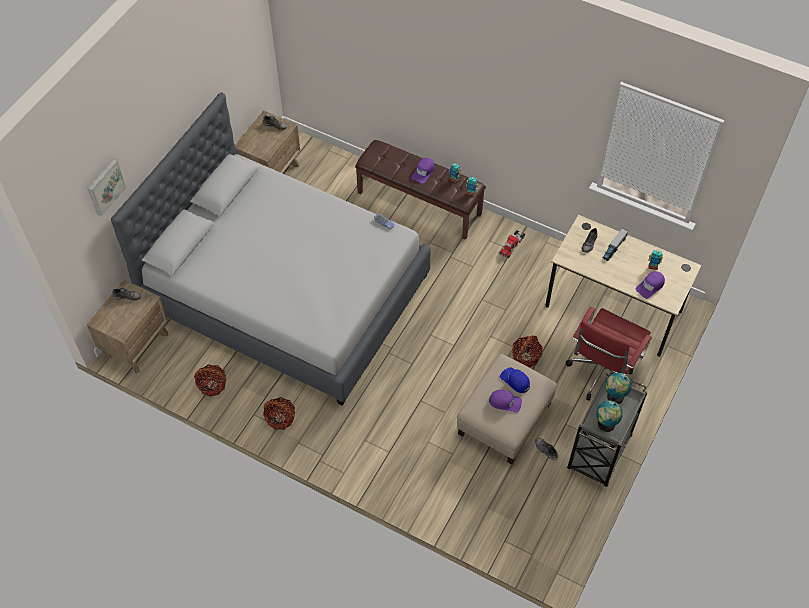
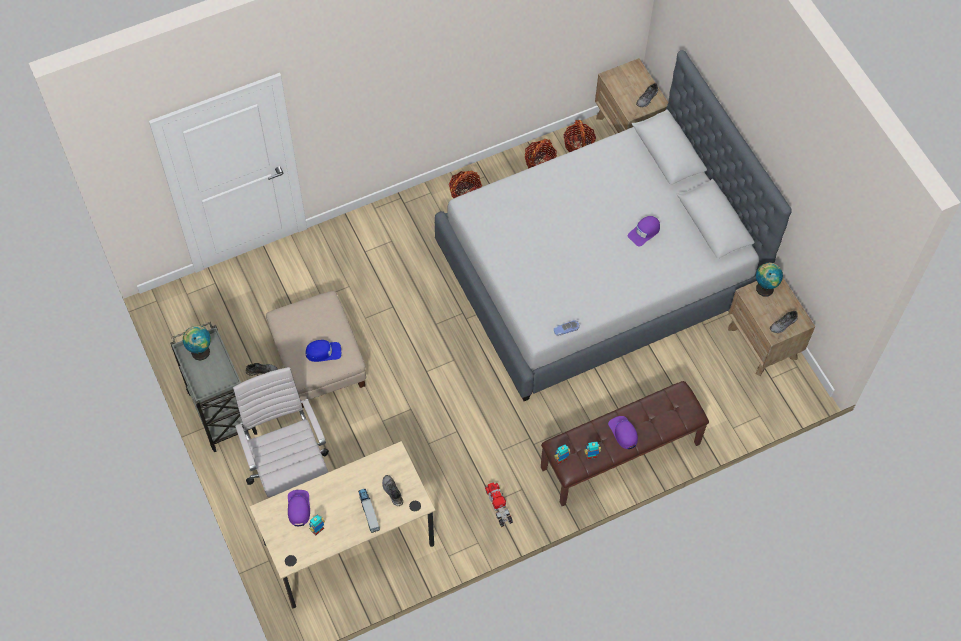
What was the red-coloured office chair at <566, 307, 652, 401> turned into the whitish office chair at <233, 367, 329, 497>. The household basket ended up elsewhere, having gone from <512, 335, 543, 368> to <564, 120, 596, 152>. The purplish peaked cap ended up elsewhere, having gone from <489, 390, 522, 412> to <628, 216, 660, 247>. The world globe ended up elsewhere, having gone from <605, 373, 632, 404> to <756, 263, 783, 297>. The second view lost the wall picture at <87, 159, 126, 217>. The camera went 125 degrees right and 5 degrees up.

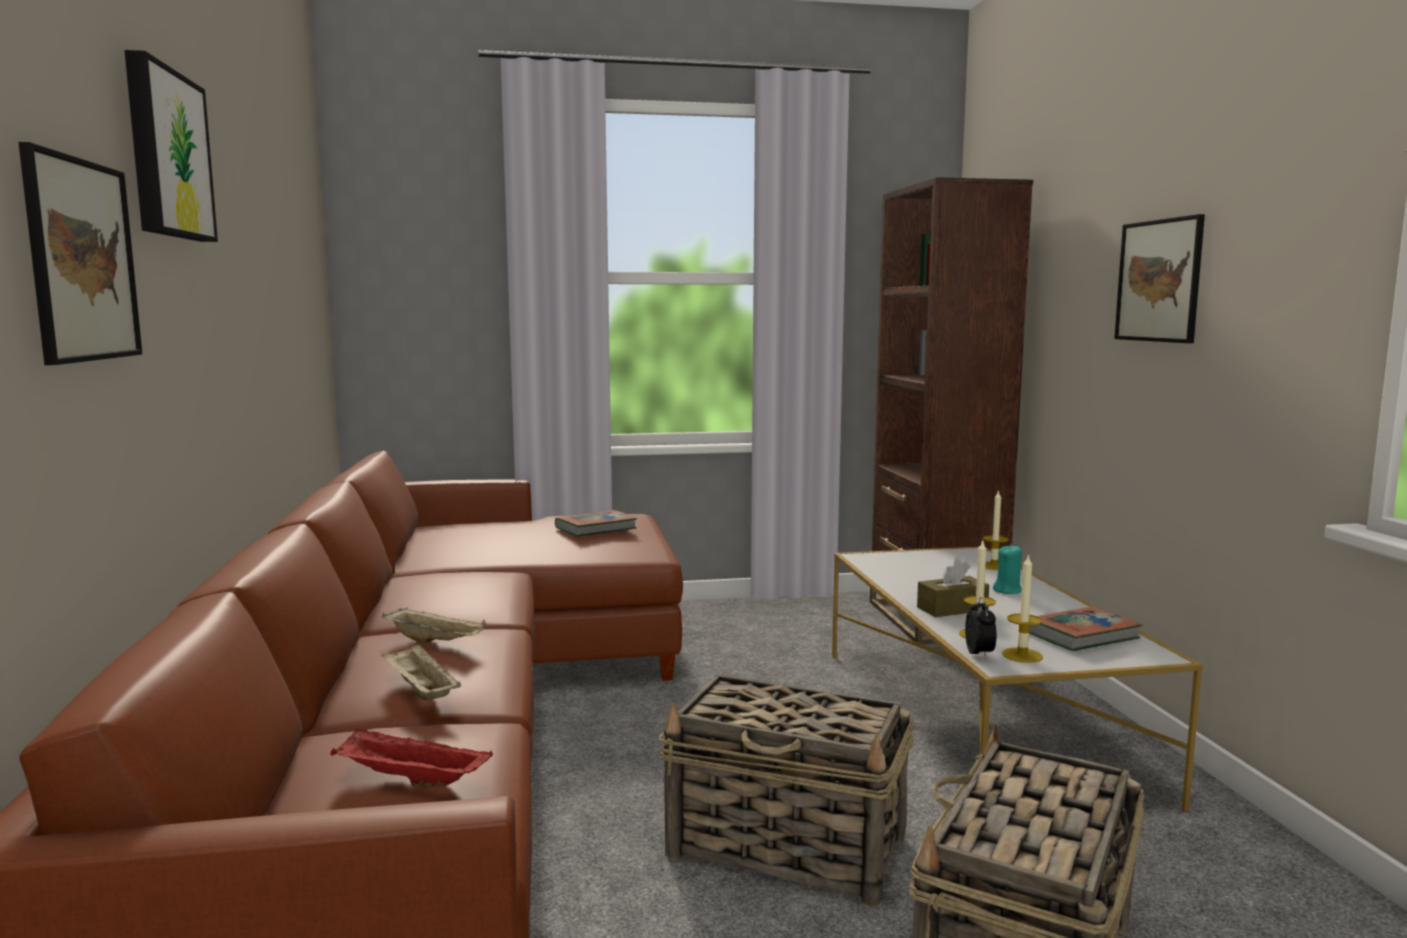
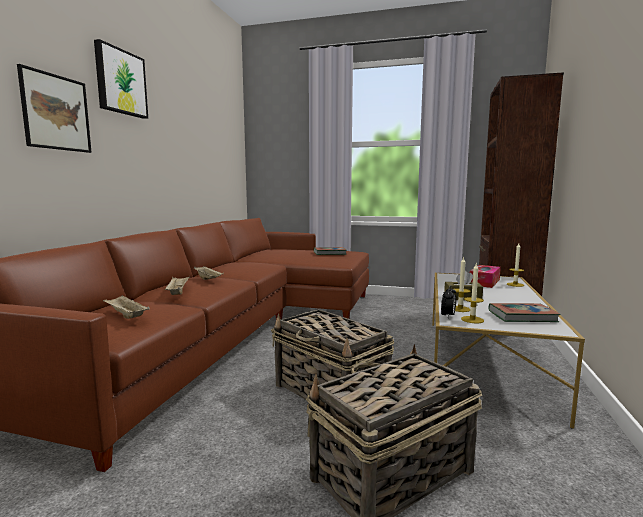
What was the red-coloured carrying tray at <330, 728, 493, 787> turned into the beige carrying tray at <103, 295, 150, 319>. The second view gained the tissue holder at <470, 265, 501, 288>. The second view lost the blue-green candle at <993, 545, 1022, 594>. The second view lost the wall picture at <1114, 214, 1205, 343>. The camera went 25 degrees right and 0 degrees up.

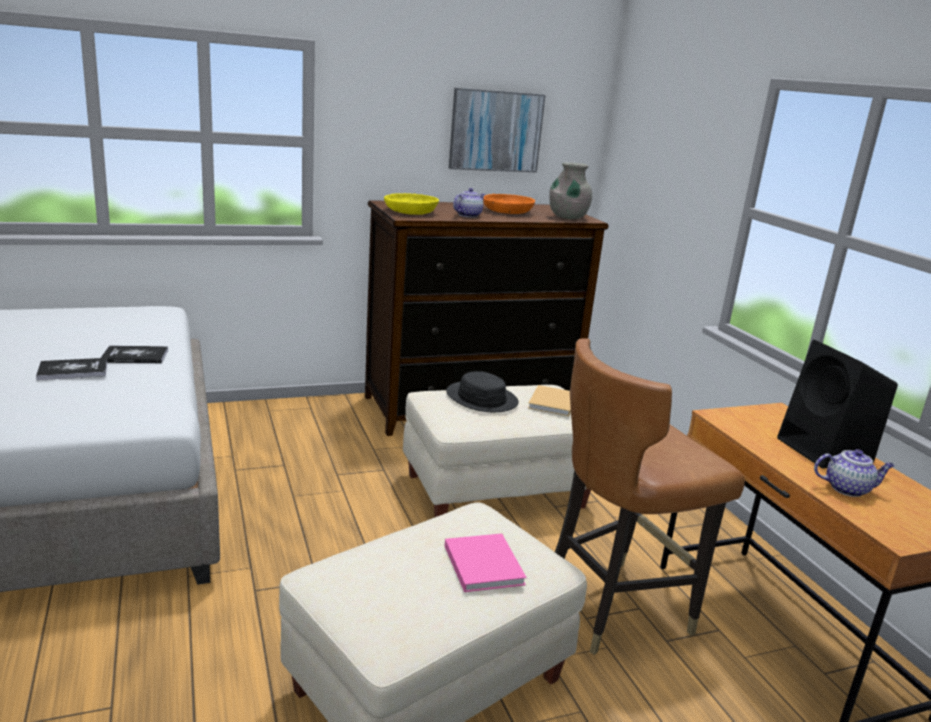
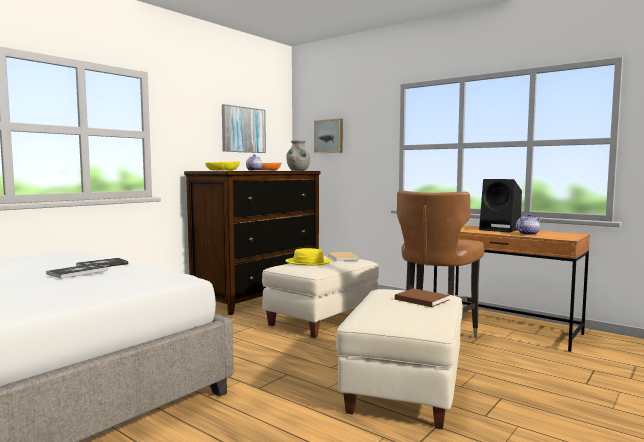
What was the blackish wearable hat at <446, 371, 519, 412> turned into the yellow wearable hat at <285, 248, 332, 266>. The second view gained the wall picture at <314, 119, 343, 153>. What was the pink-coloured volume at <445, 534, 527, 592> turned into the brown-coloured volume at <395, 288, 450, 307>. The camera went 30 degrees left and 15 degrees down.

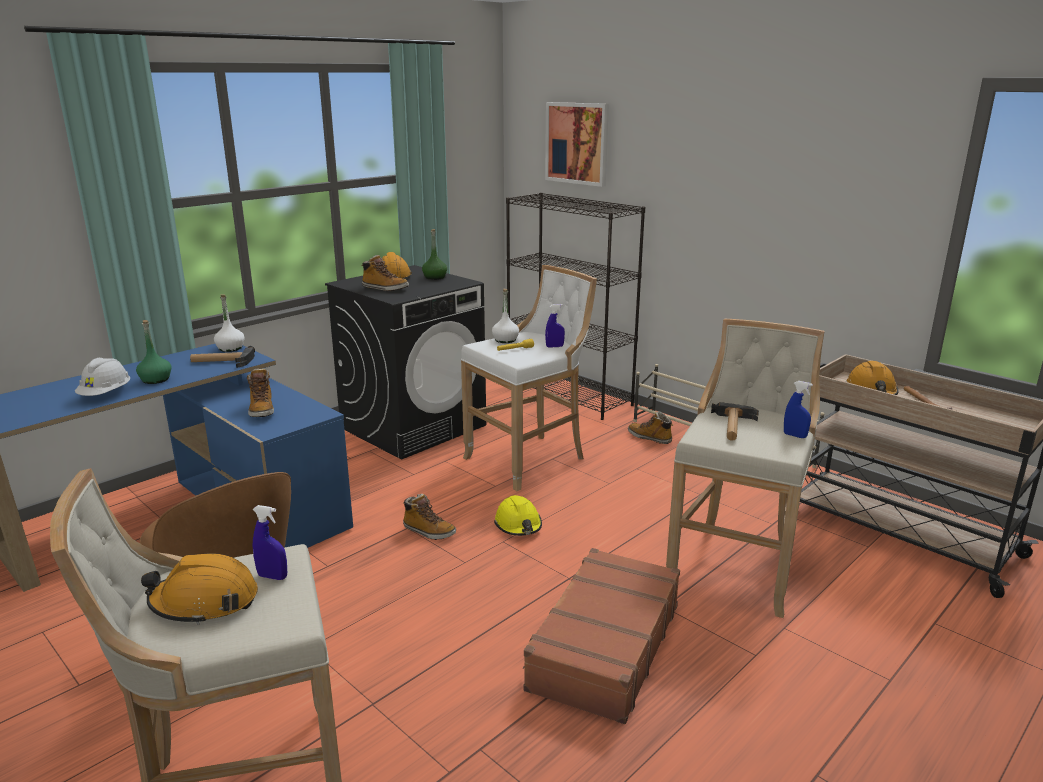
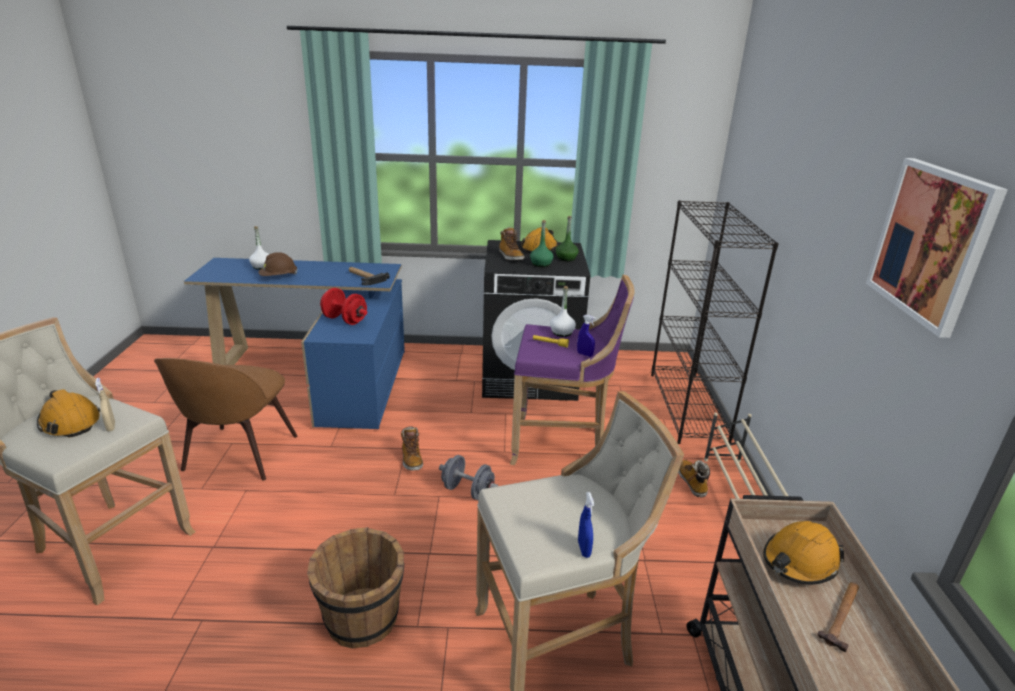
What was the blue sprayer at <253, 505, 287, 580> turned into the beige sprayer at <95, 378, 115, 431>. The whitish bottle ended up elsewhere, having gone from <214, 294, 245, 352> to <249, 226, 269, 270>. What was the whitish work helmet at <75, 358, 130, 396> turned into the brown-coloured work helmet at <258, 252, 297, 276>. Where the brown-coloured travel case stood at <523, 548, 680, 724>, the brown-coloured bucket came to stand at <307, 527, 404, 649>. Where the high-top boot stood at <247, 368, 274, 417>, the red-coloured hand weight came to stand at <320, 288, 367, 325>. Where the yellow work helmet stood at <494, 495, 542, 536>, the greyish hand weight came to stand at <439, 455, 498, 500>. What was the whitish stool at <461, 265, 597, 491> turned into the purplish stool at <510, 275, 635, 465>. The green-coloured bottle ended up elsewhere, having gone from <136, 320, 172, 384> to <530, 220, 554, 267>. The wall picture ended up elsewhere, having gone from <545, 102, 609, 187> to <866, 158, 1008, 338>. The second view lost the hand hammer at <711, 402, 759, 441>. The camera went 45 degrees right and 5 degrees up.

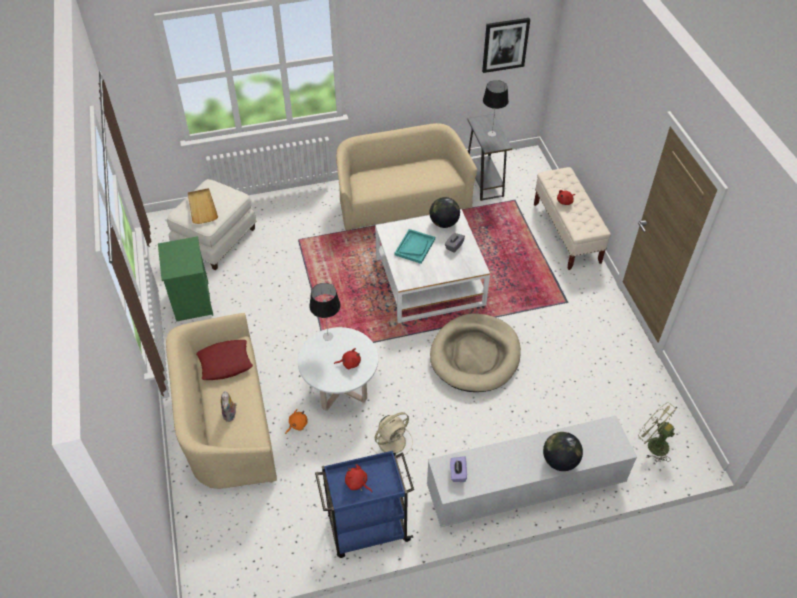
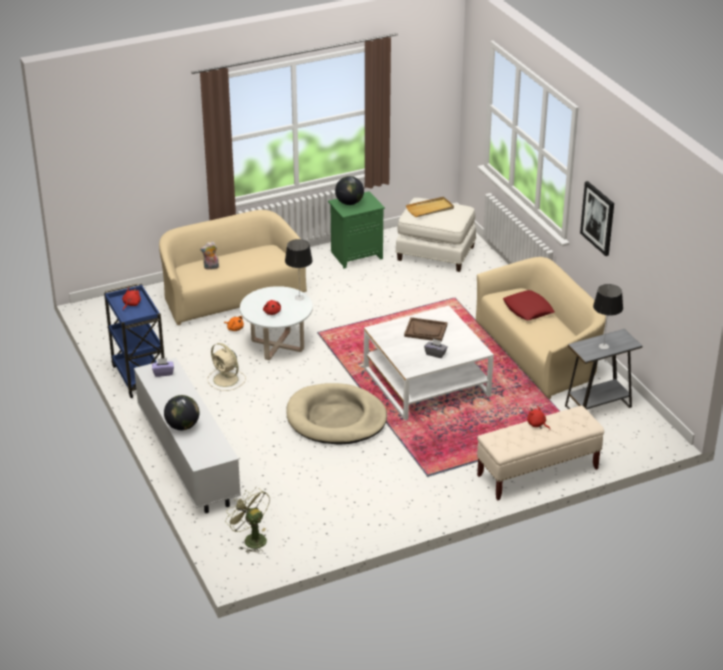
The green-coloured fan at <638, 402, 677, 462> ended up facing another way, 75 degrees counterclockwise from before. The world globe ended up elsewhere, having gone from <430, 197, 460, 228> to <335, 176, 364, 205>. What was the blue-green carrying tray at <395, 229, 435, 264> turned into the brown-coloured carrying tray at <404, 317, 447, 342>. The red-coloured cushion ended up elsewhere, having gone from <196, 340, 253, 380> to <503, 290, 554, 320>. The wall picture ended up elsewhere, having gone from <482, 18, 530, 73> to <580, 181, 614, 256>. The camera went 80 degrees right and 15 degrees down.

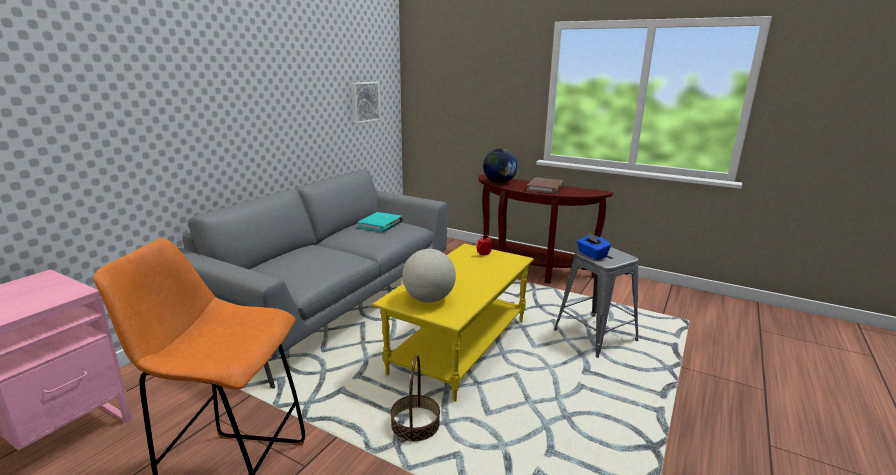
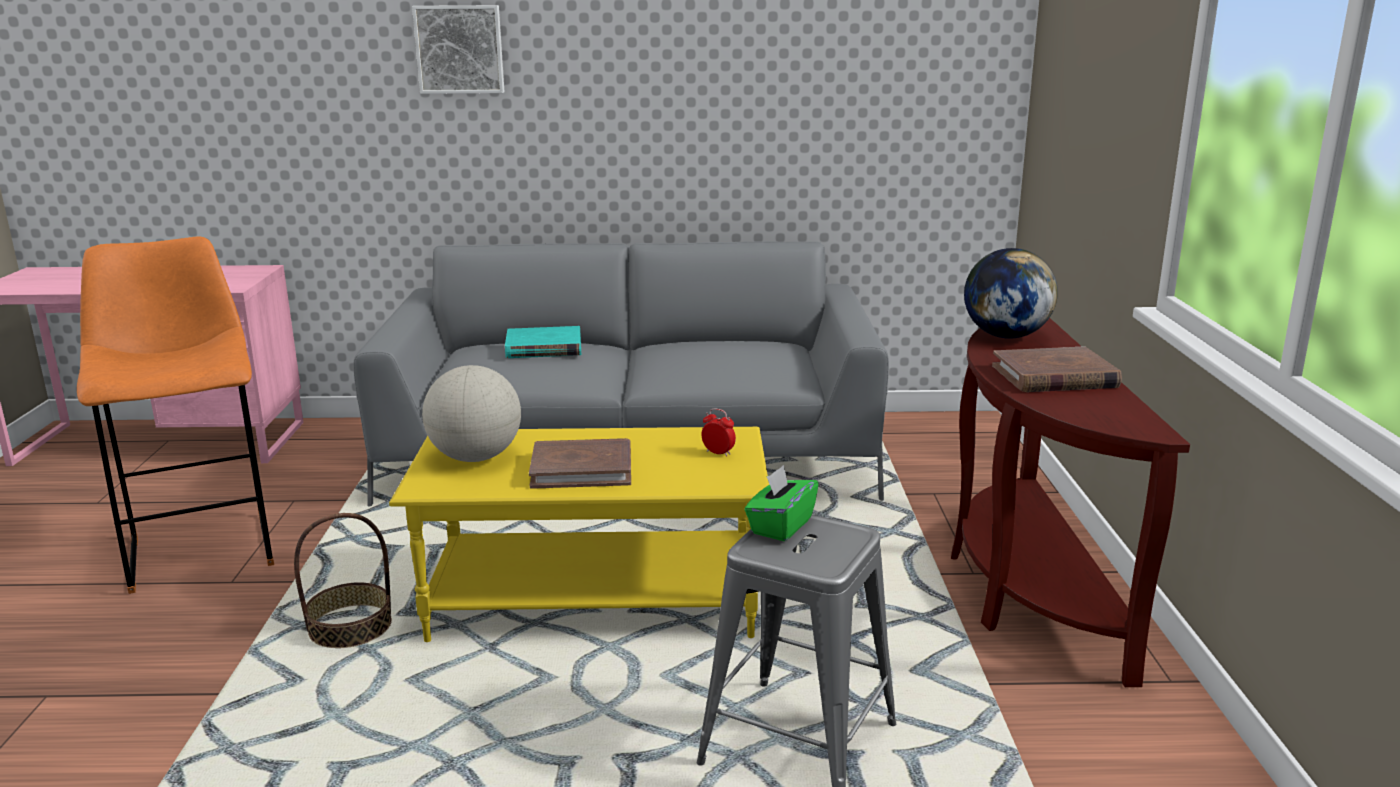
The wall picture ended up elsewhere, having gone from <351, 82, 380, 124> to <412, 5, 505, 94>. The blue-green volume ended up elsewhere, having gone from <358, 212, 403, 232> to <505, 326, 581, 358>. The second view gained the brown-coloured volume at <529, 438, 631, 489>. What was the blue tissue holder at <577, 232, 611, 260> turned into the green-coloured tissue holder at <744, 465, 819, 541>. The camera went 60 degrees right and 0 degrees up.

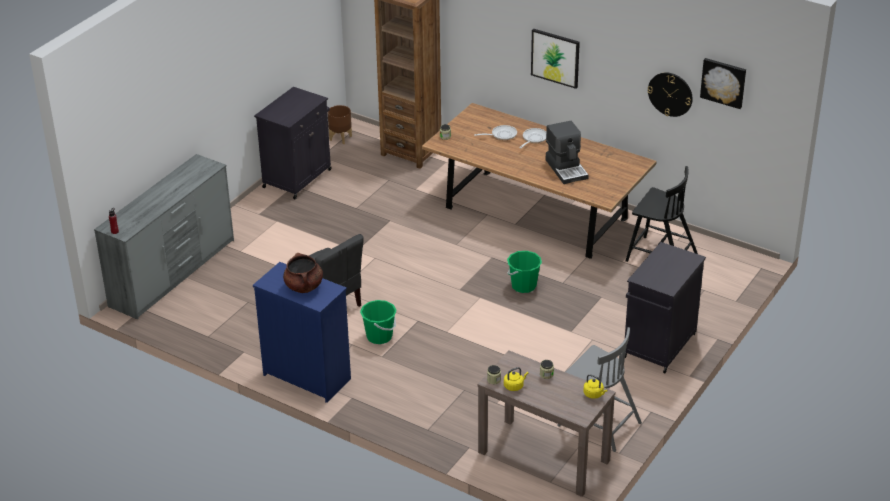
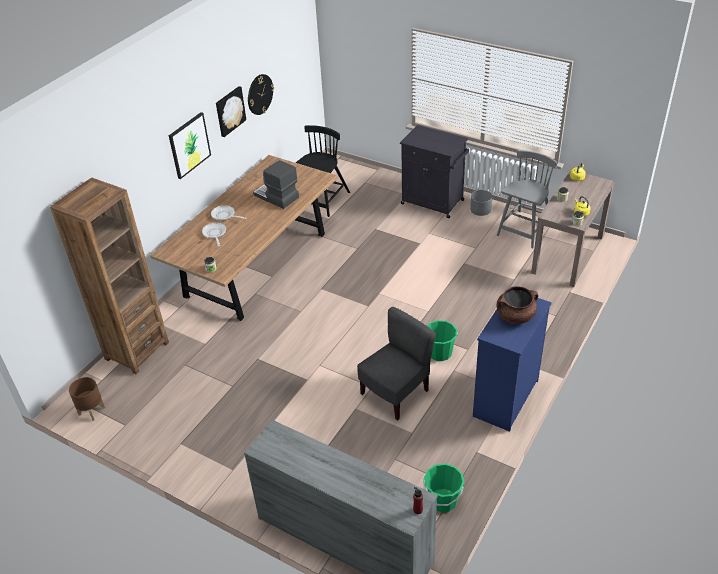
The wall picture ended up elsewhere, having gone from <700, 58, 746, 109> to <216, 86, 246, 137>. The coffee machine at <546, 121, 589, 184> ended up facing another way, 120 degrees counterclockwise from before. The green-coloured bucket ended up elsewhere, having gone from <507, 251, 542, 293> to <423, 463, 464, 512>. The second view gained the greyish plant pot at <470, 190, 492, 216>. The second view lost the blackish cupboard at <254, 87, 331, 199>. The camera went 90 degrees left and 5 degrees up.

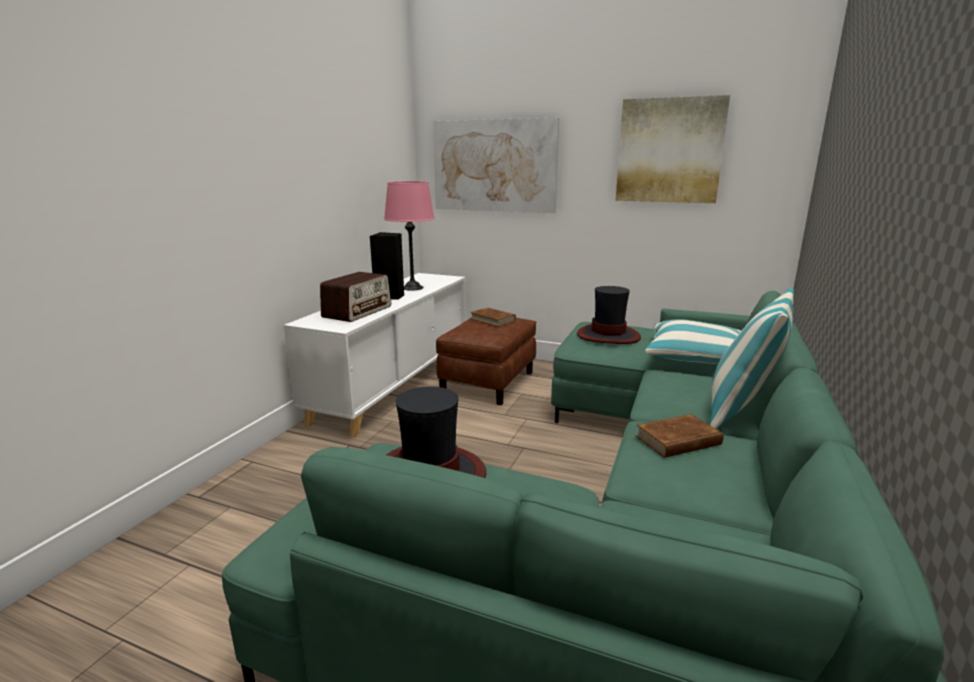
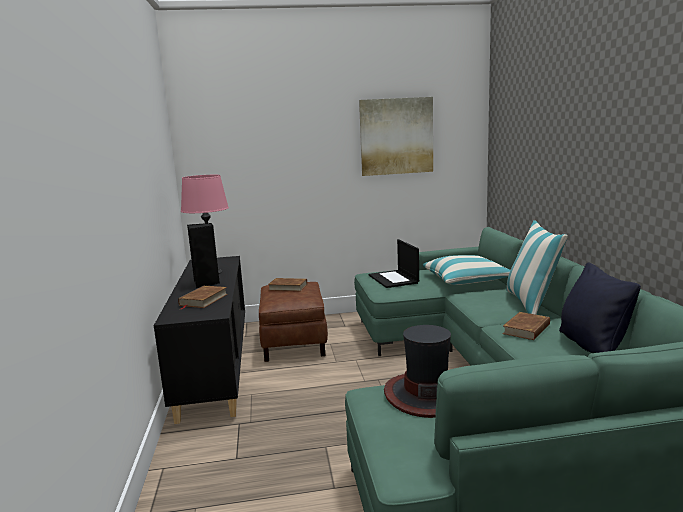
What was the whitish cupboard at <284, 273, 466, 437> turned into the blackish cupboard at <154, 256, 245, 424>. Where the radio set stood at <320, 272, 391, 322>, the brown-coloured volume came to stand at <178, 286, 228, 309>. Where the wearable hat stood at <577, 286, 641, 344>, the portable computer came to stand at <369, 239, 419, 288>. The second view gained the blackish cushion at <559, 262, 641, 353>. The second view lost the wall picture at <433, 118, 559, 213>. The camera went 30 degrees left and 5 degrees down.

